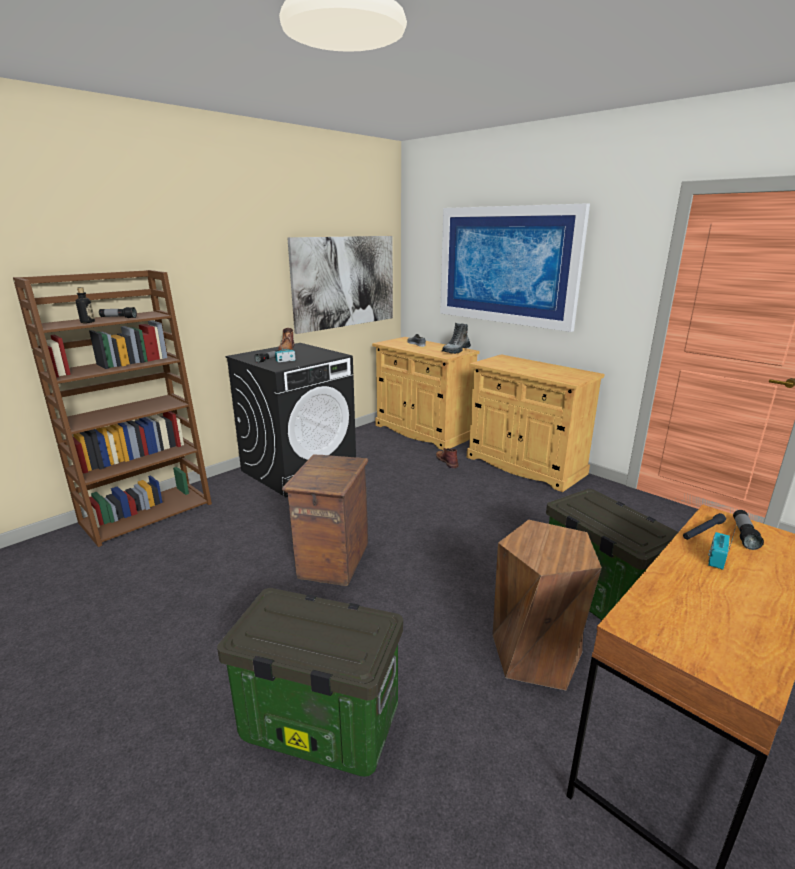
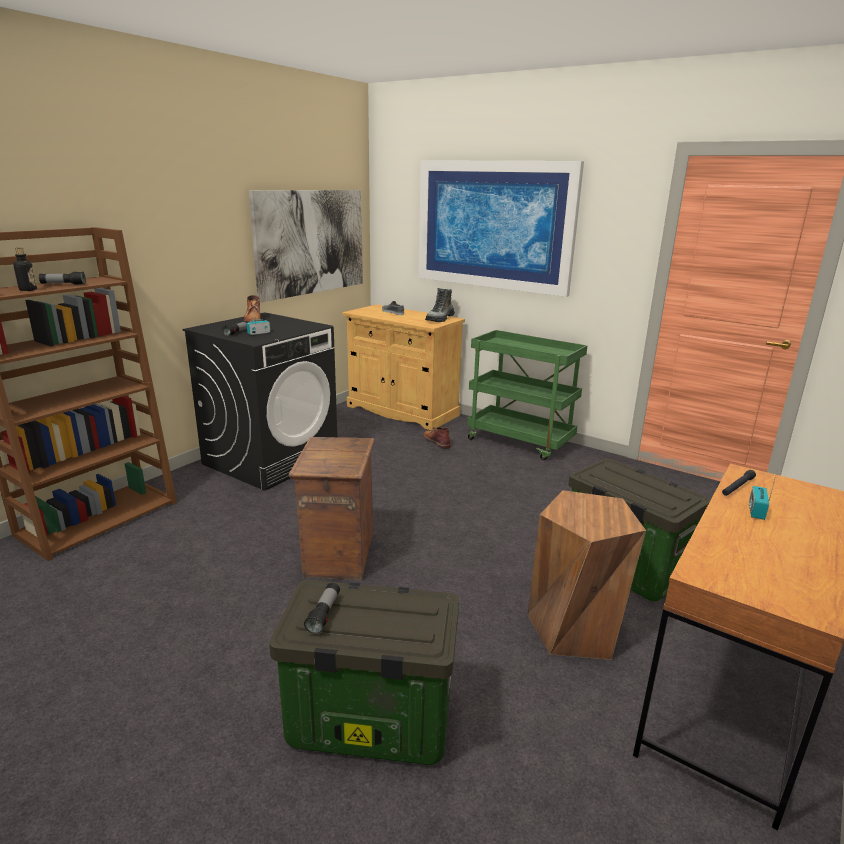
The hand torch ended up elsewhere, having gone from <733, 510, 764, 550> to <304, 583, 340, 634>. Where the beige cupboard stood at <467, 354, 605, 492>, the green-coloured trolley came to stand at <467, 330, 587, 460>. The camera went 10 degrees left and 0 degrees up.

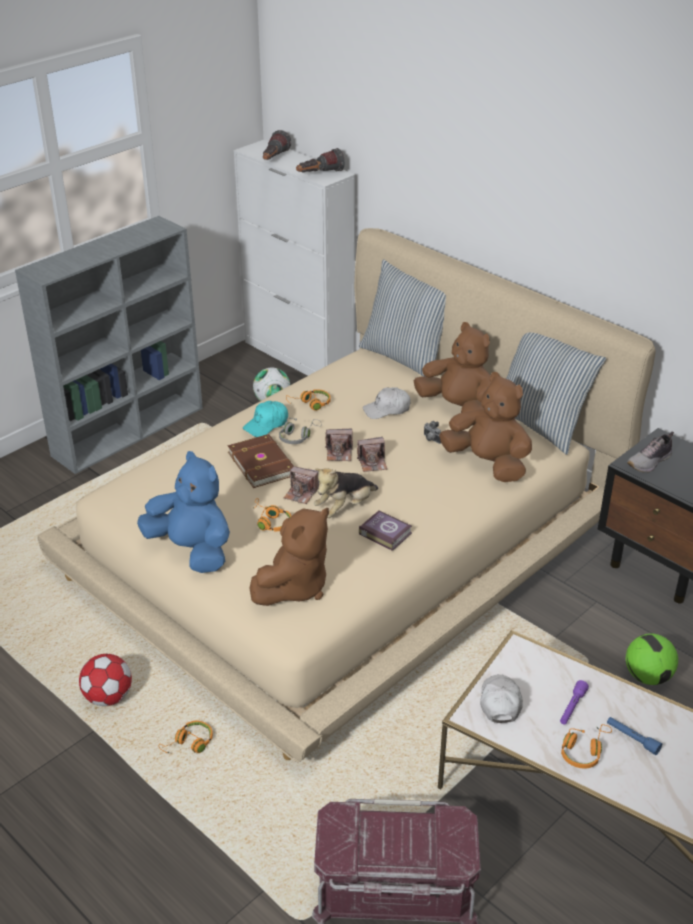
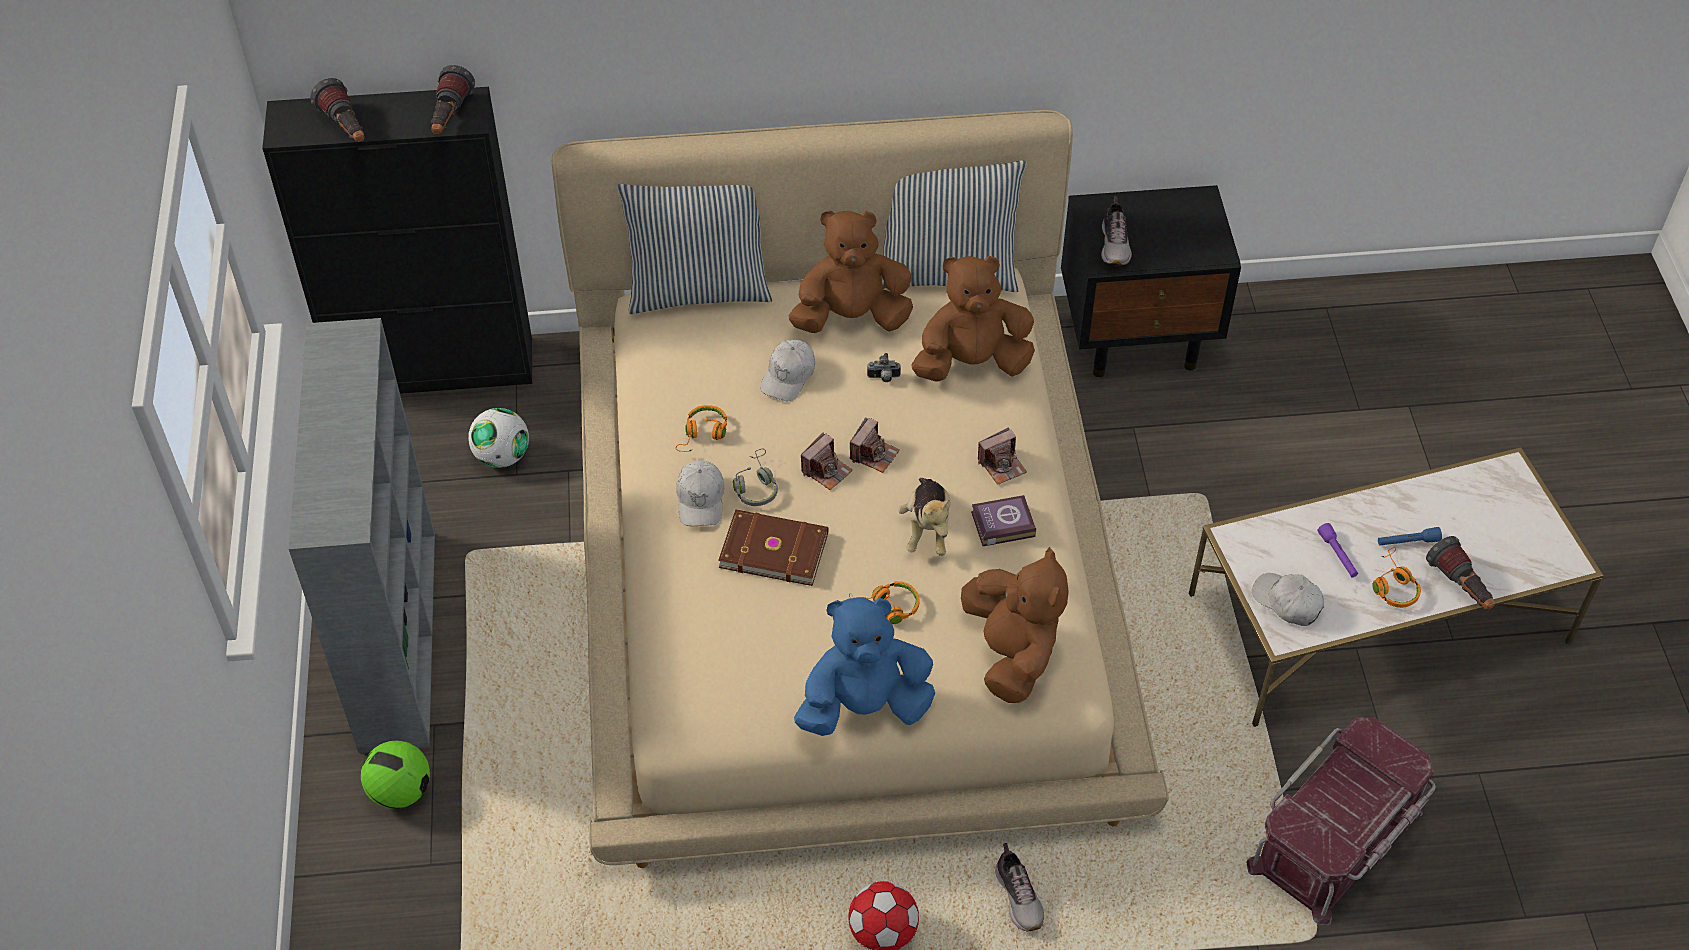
What was the whitish cupboard at <234, 140, 355, 376> turned into the blackish cupboard at <262, 87, 532, 394>. The football ball ended up elsewhere, having gone from <626, 633, 678, 685> to <361, 740, 430, 809>. What was the blue-green peaked cap at <243, 401, 288, 437> turned into the whitish peaked cap at <676, 460, 724, 526>. The still camera ended up elsewhere, having gone from <284, 466, 319, 504> to <978, 427, 1027, 485>. Where the orangey headset stood at <159, 721, 213, 753>, the item of footwear came to stand at <995, 843, 1044, 931>. The second view gained the hand torch at <1426, 536, 1495, 610>. The camera went 50 degrees left and 15 degrees up.

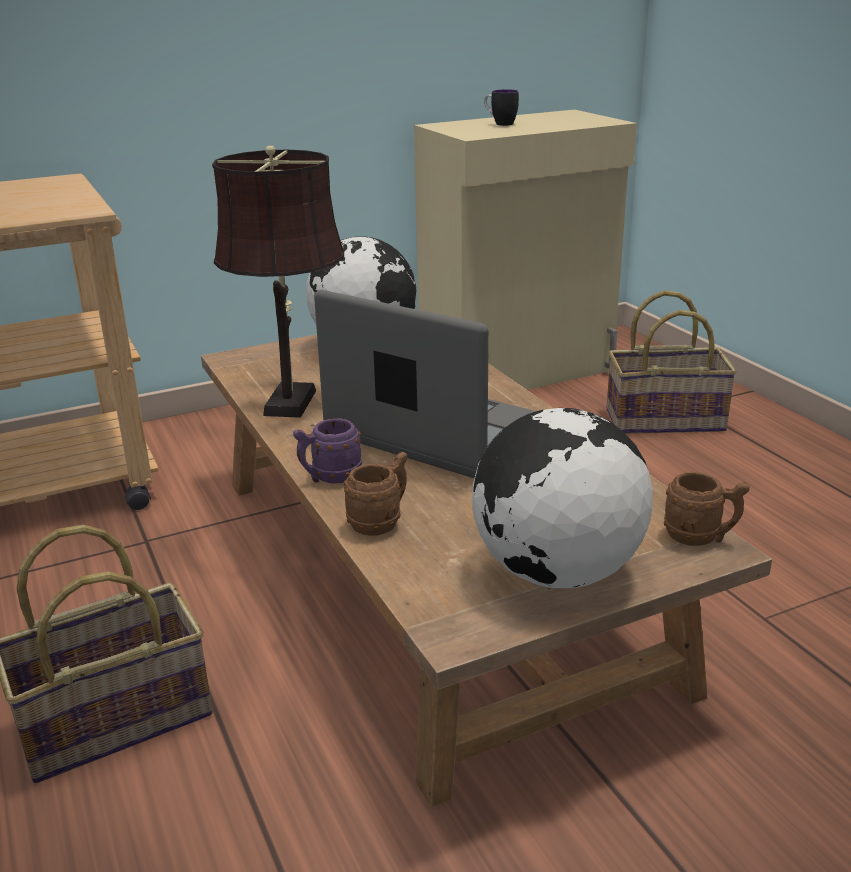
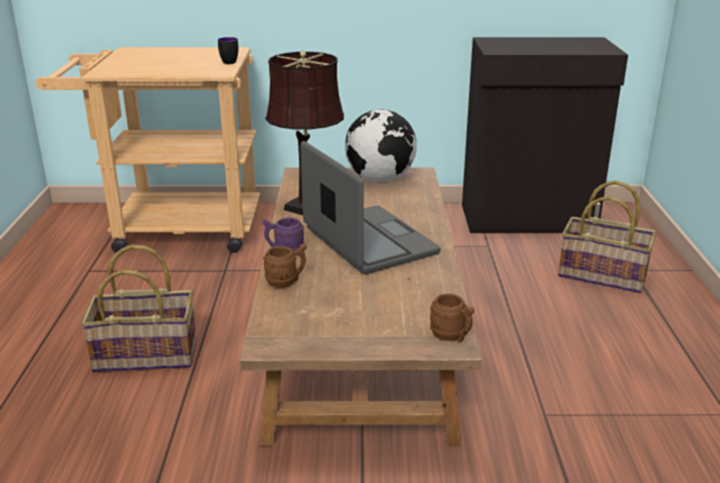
The tea mug ended up elsewhere, having gone from <484, 89, 519, 126> to <218, 37, 238, 64>. What was the beige cupboard at <414, 110, 637, 390> turned into the blackish cupboard at <462, 37, 628, 233>. The second view lost the world globe at <472, 408, 653, 588>. The camera went 25 degrees right and 0 degrees up.

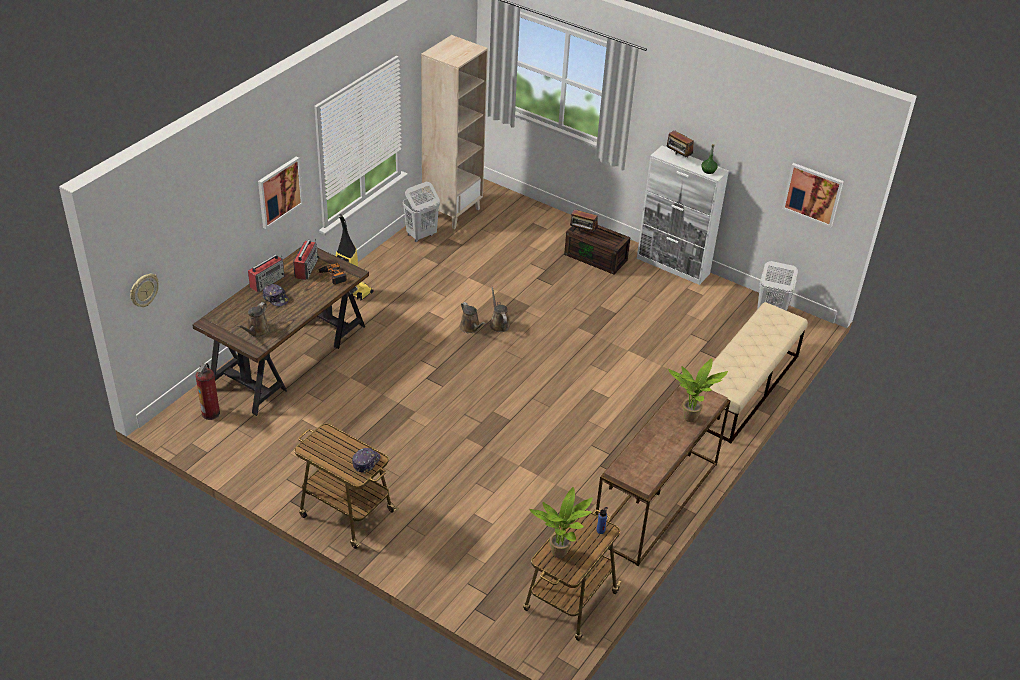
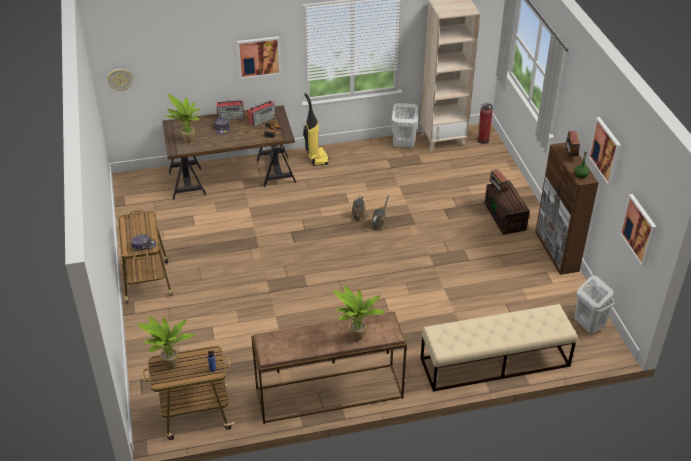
Where the brown-coloured sprinkling can stood at <237, 302, 270, 337>, the plant in a pot came to stand at <164, 94, 201, 143>. The fire extinguisher ended up elsewhere, having gone from <195, 363, 220, 420> to <477, 103, 493, 144>. What was the whitish cupboard at <637, 146, 729, 285> turned into the brown-coloured cupboard at <535, 142, 599, 275>. The second view gained the wall picture at <588, 117, 621, 186>. The camera went 45 degrees right and 0 degrees up.

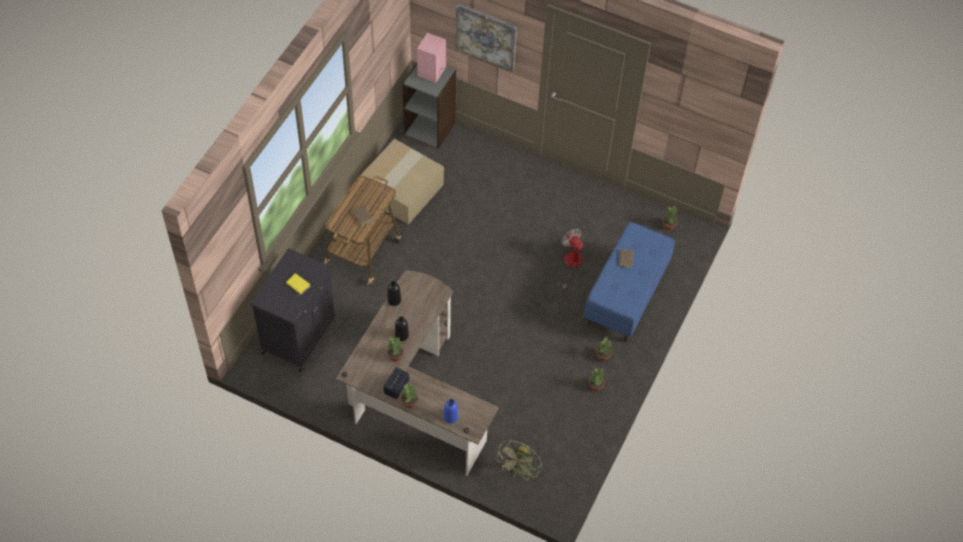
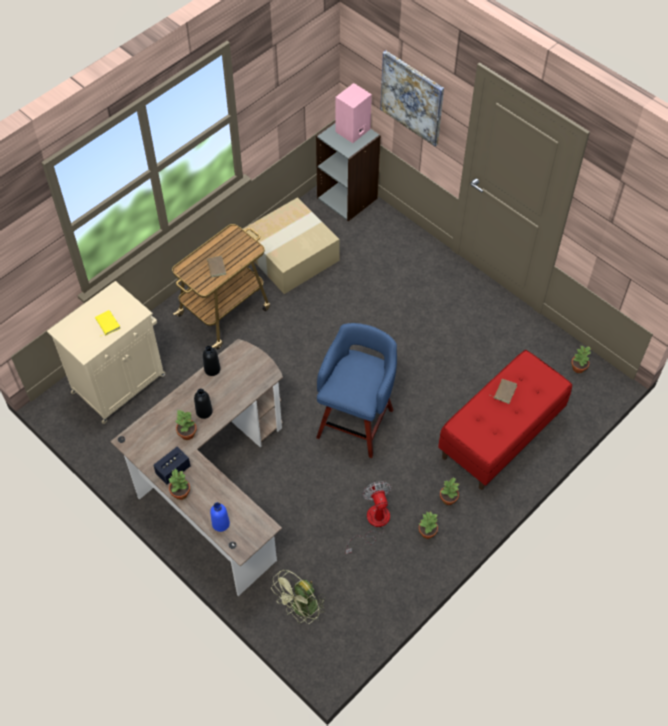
What was the blackish cupboard at <250, 248, 336, 372> turned into the beige cupboard at <47, 281, 166, 424>. The second view gained the blue stool at <316, 323, 397, 458>. The fan ended up elsewhere, having gone from <559, 229, 583, 290> to <346, 481, 391, 554>. What was the blue bench at <584, 222, 675, 342> turned into the red-coloured bench at <438, 350, 572, 490>. The camera went 20 degrees right and 0 degrees up.

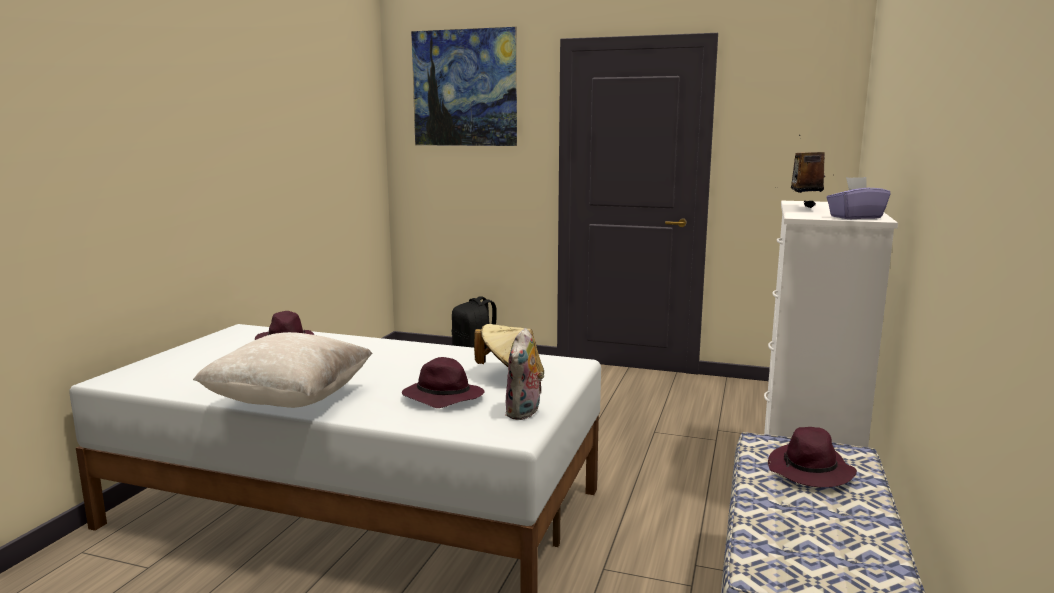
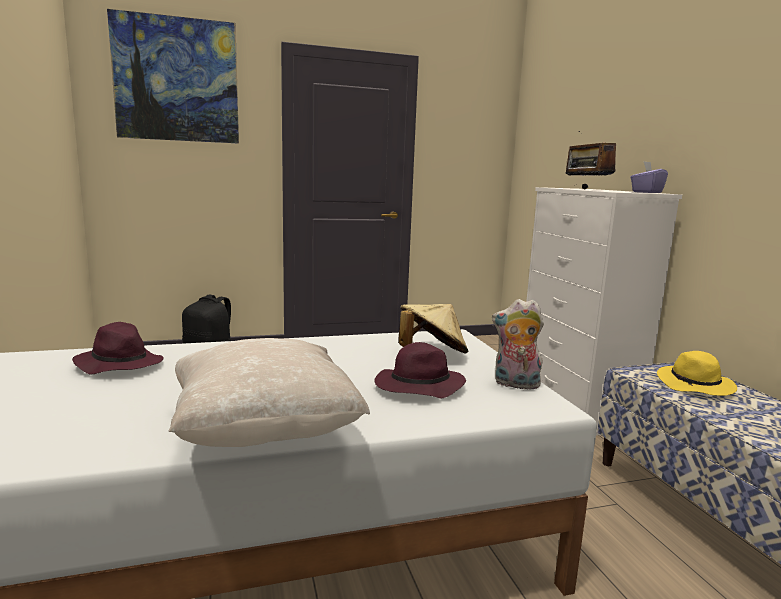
The soft toy at <505, 328, 544, 420> ended up facing another way, 120 degrees clockwise from before. What was the purplish wearable hat at <768, 427, 857, 487> turned into the yellow wearable hat at <657, 351, 737, 396>. The camera went 35 degrees left and 0 degrees up.

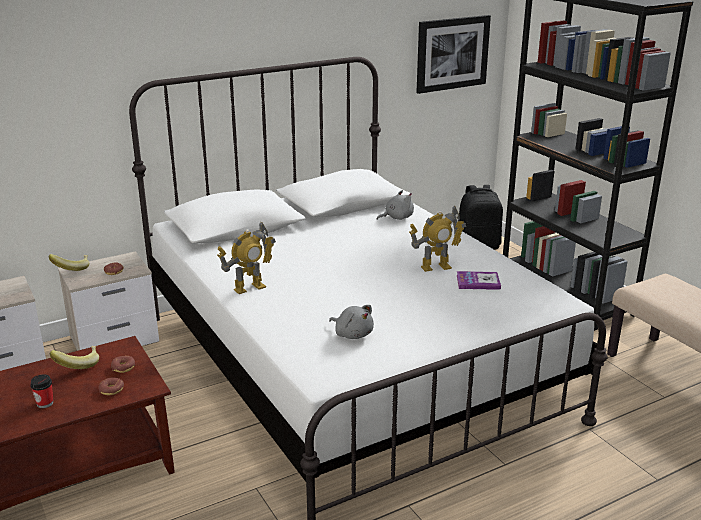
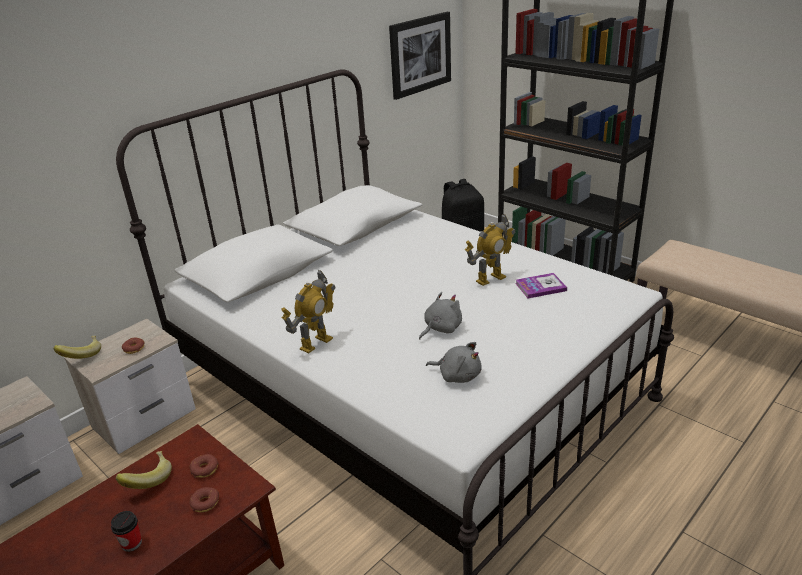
The greyish soft toy ended up elsewhere, having gone from <376, 190, 414, 220> to <419, 292, 462, 340>. The camera went 15 degrees left and 5 degrees up.

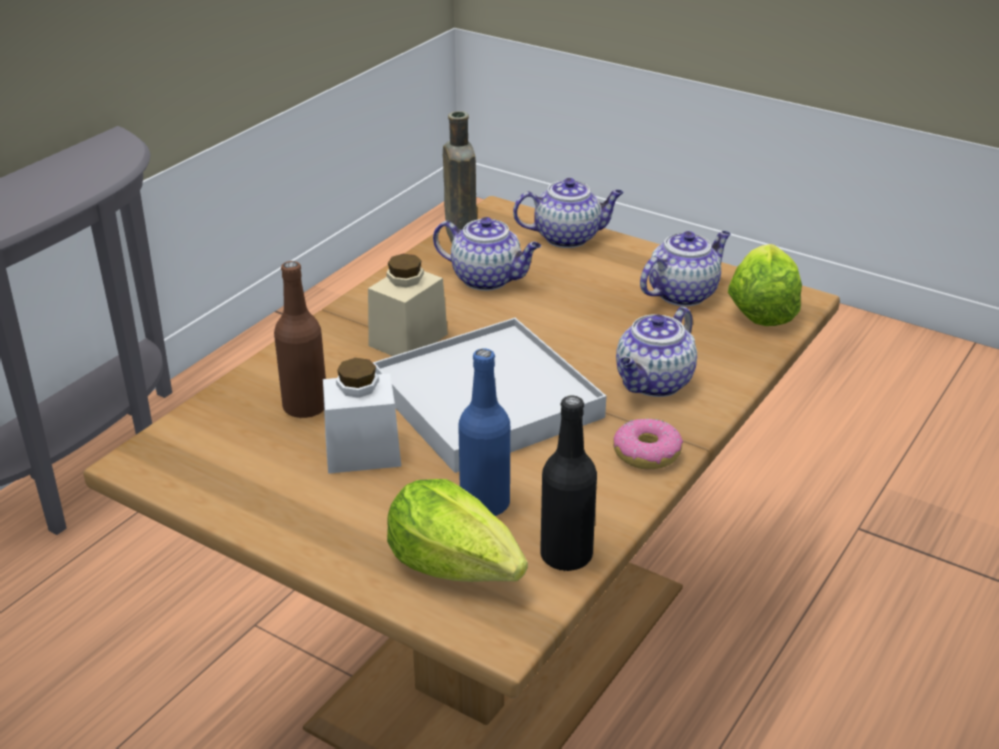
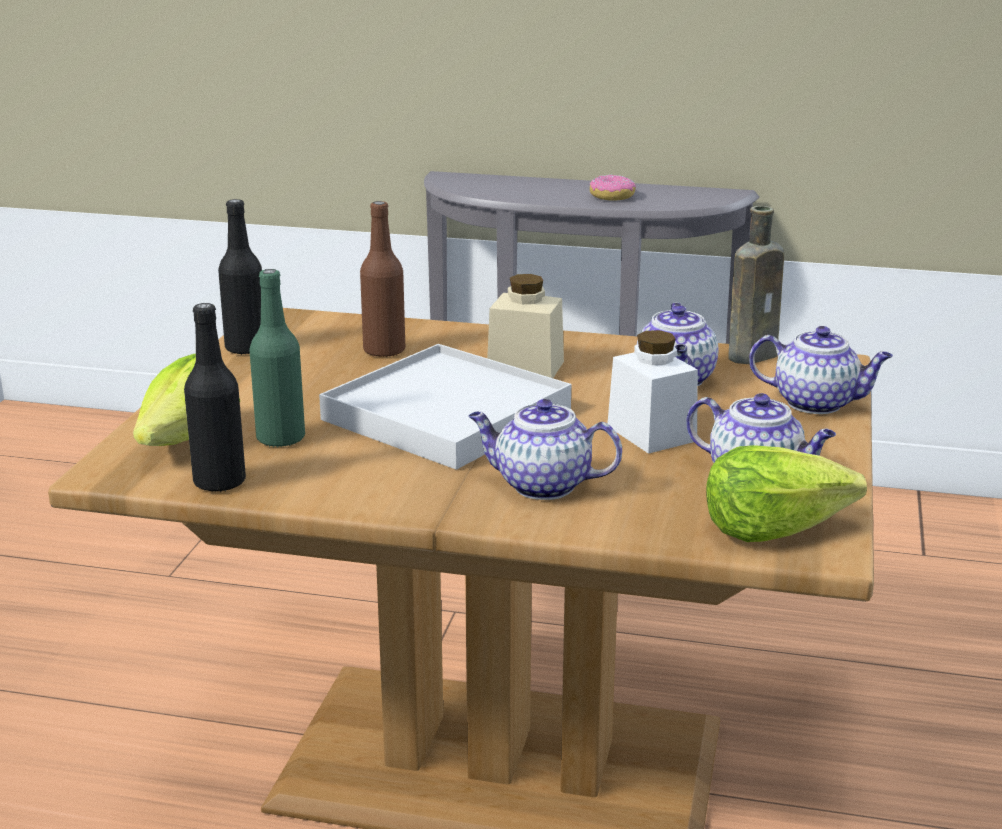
The second view gained the blackish bottle at <218, 199, 262, 355>. What was the blue bottle at <458, 348, 510, 516> turned into the green-coloured bottle at <249, 269, 305, 448>. The ring doughnut ended up elsewhere, having gone from <613, 419, 683, 469> to <589, 175, 636, 200>. The whitish storage jar ended up elsewhere, having gone from <323, 358, 401, 474> to <607, 330, 698, 454>. The teapot at <513, 178, 624, 248> ended up facing another way, 45 degrees counterclockwise from before. The camera went 70 degrees right and 10 degrees down.

